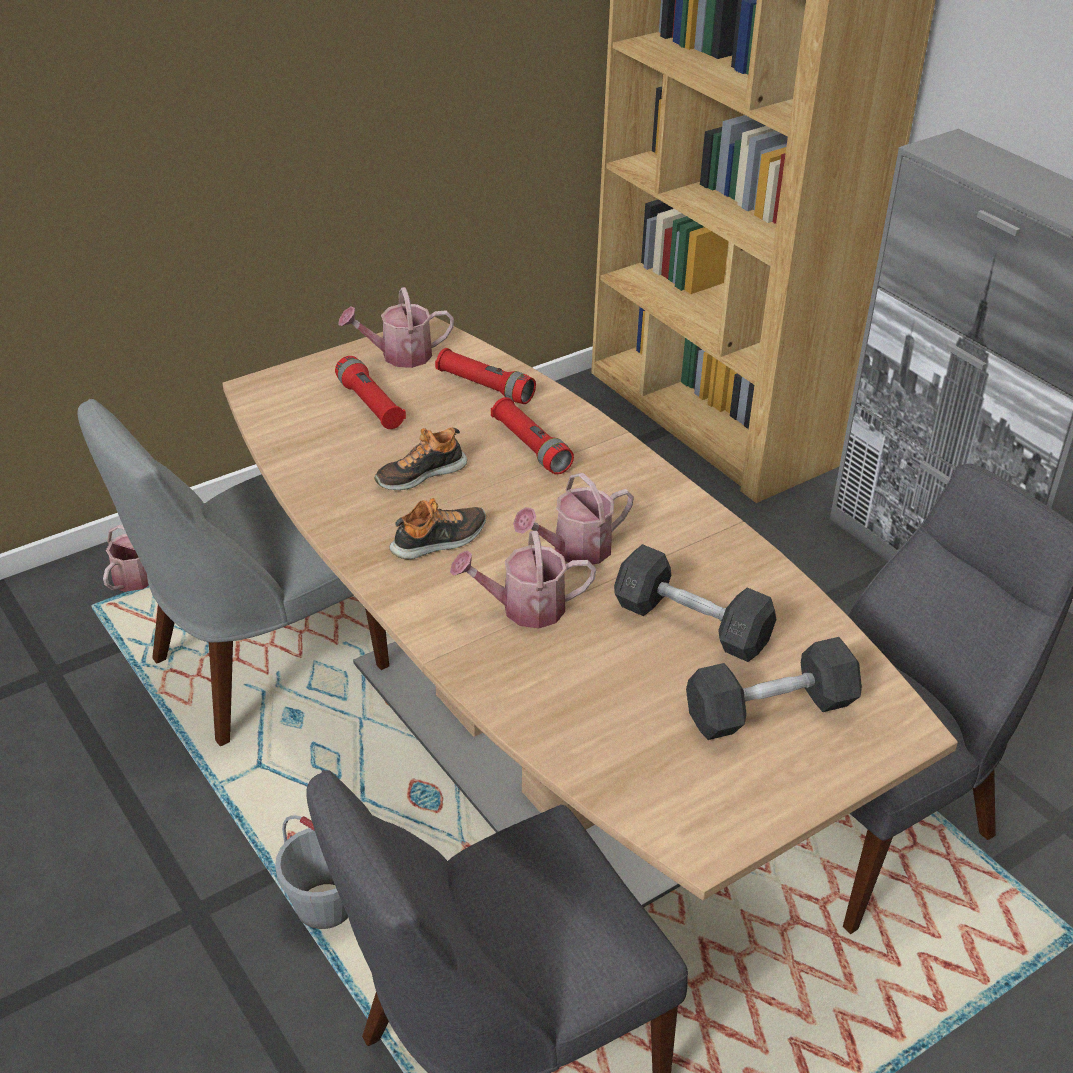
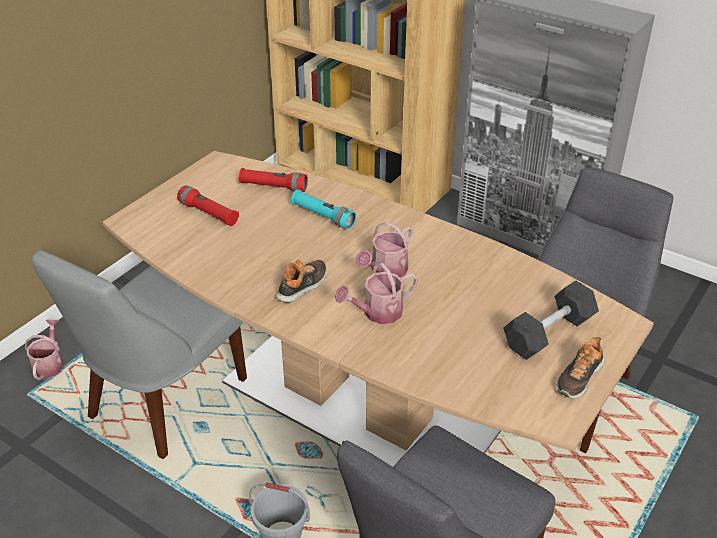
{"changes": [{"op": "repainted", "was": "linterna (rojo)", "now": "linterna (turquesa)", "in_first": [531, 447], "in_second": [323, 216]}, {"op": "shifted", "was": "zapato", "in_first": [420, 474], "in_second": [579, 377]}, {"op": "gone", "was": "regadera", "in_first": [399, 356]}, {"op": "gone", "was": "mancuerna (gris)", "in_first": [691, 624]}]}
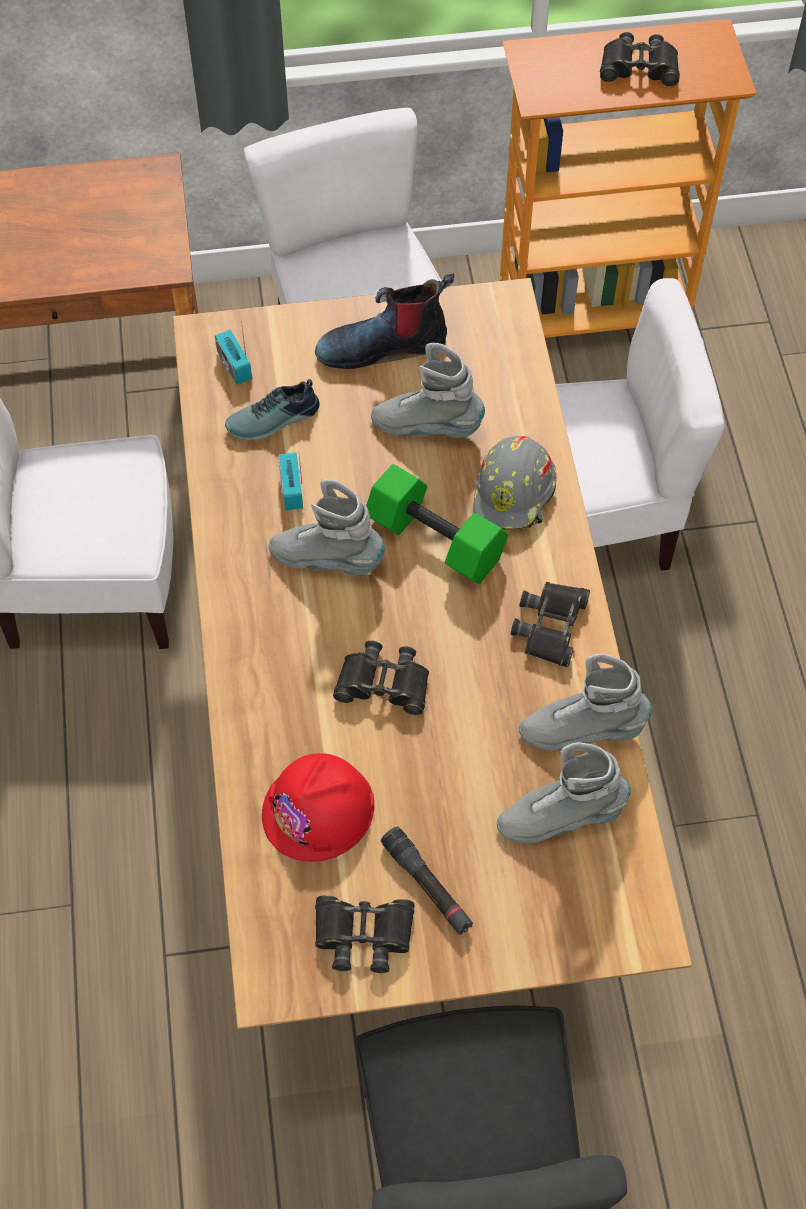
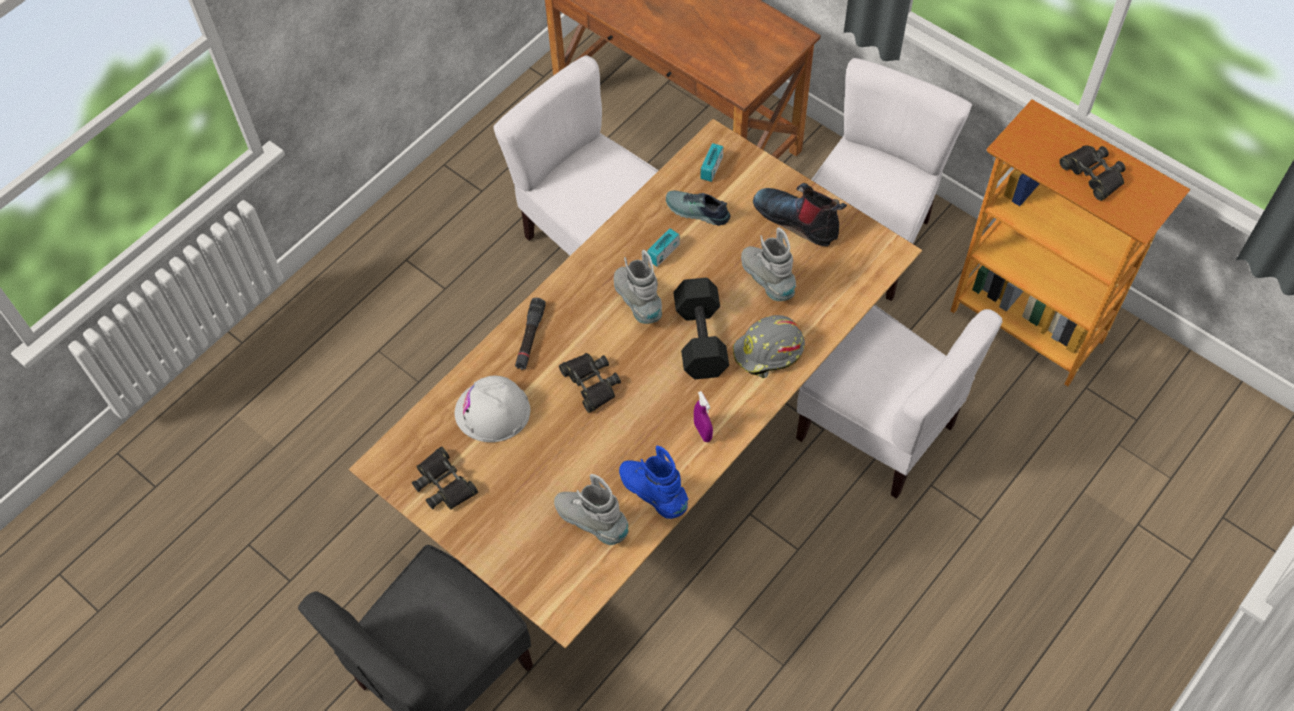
{"changes": [{"op": "repainted", "was": "casco (rojo)", "now": "casco (blanco)", "in_first": [319, 810], "in_second": [492, 411]}, {"op": "shifted", "was": "linterna (negro)", "in_first": [427, 885], "in_second": [530, 337]}, {"op": "repainted", "was": "bota (gris)", "now": "bota (azul)", "in_first": [582, 730], "in_second": [653, 493]}, {"op": "repainted", "was": "mancuerna (verde)", "now": "mancuerna (negro)", "in_first": [433, 541], "in_second": [699, 338]}, {"op": "swapped", "was": "prismáticos (negro)", "now": "pulverizador (morado)", "in_first": [551, 626], "in_second": [702, 432]}]}
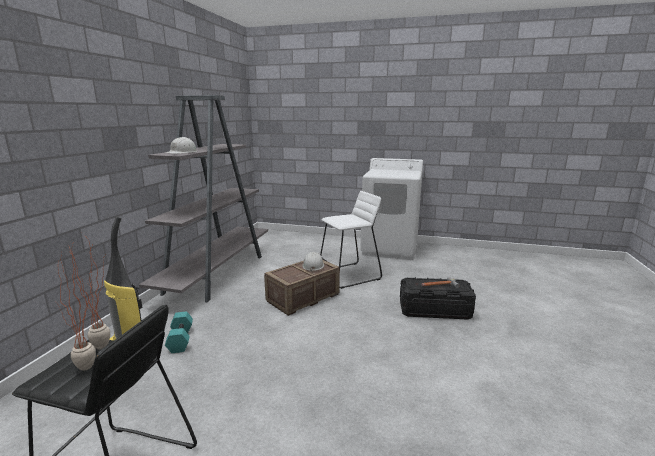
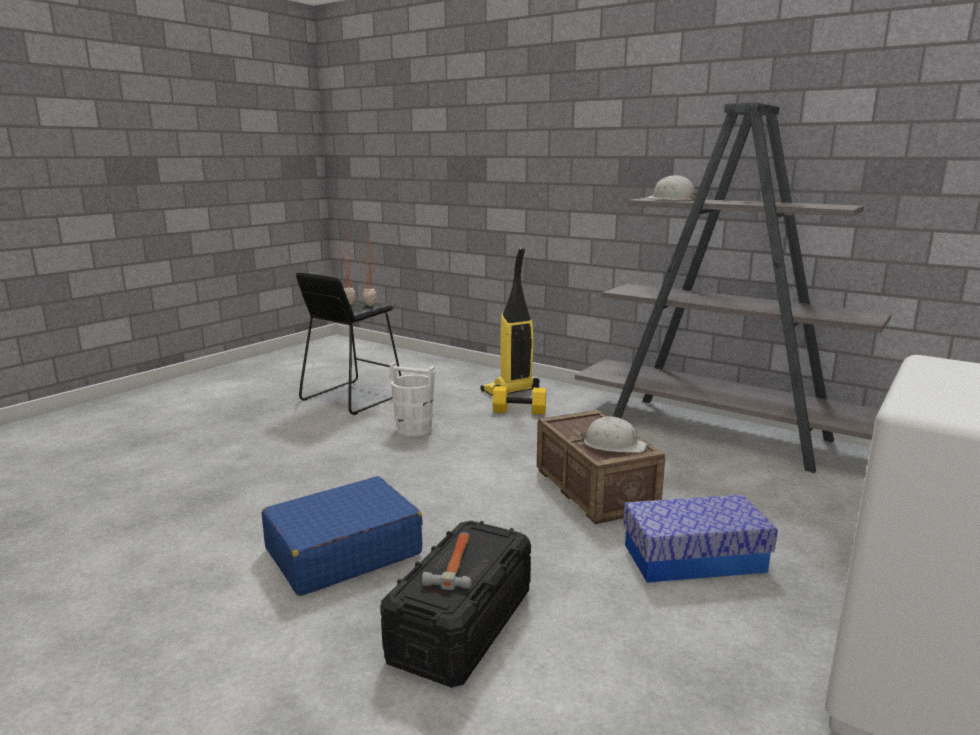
{"changes": [{"op": "new", "now": "maleta (azul)", "in_second": [342, 551]}, {"op": "new", "now": "cubo (blanco)", "in_second": [414, 429]}, {"op": "repainted", "was": "mancuerna (turquesa)", "now": "mancuerna (amarillo)", "in_first": [180, 339], "in_second": [520, 410]}, {"op": "swapped", "was": "taburete (blanco)", "now": "caja de almacenaje", "in_first": [349, 275], "in_second": [693, 558]}]}
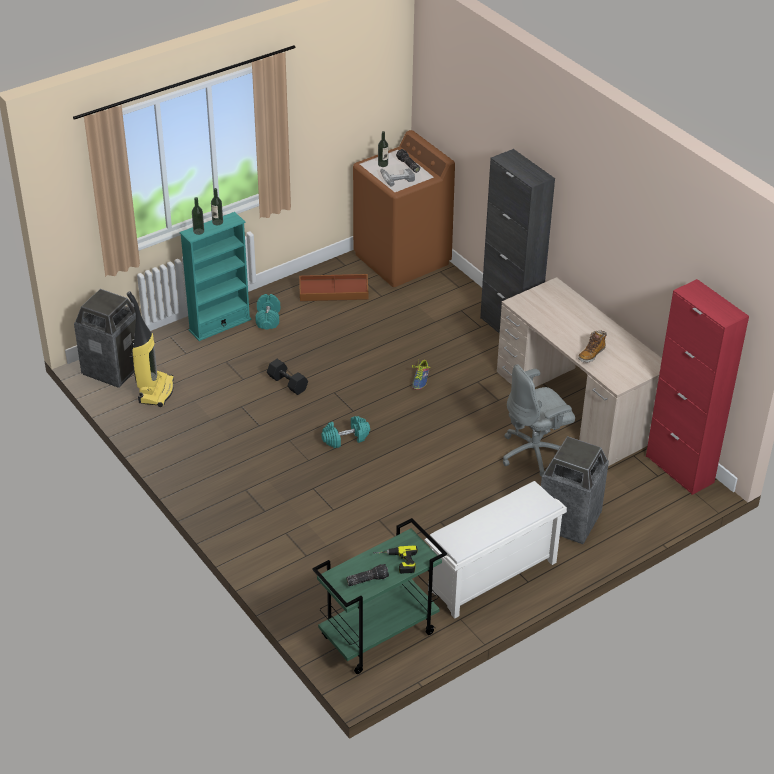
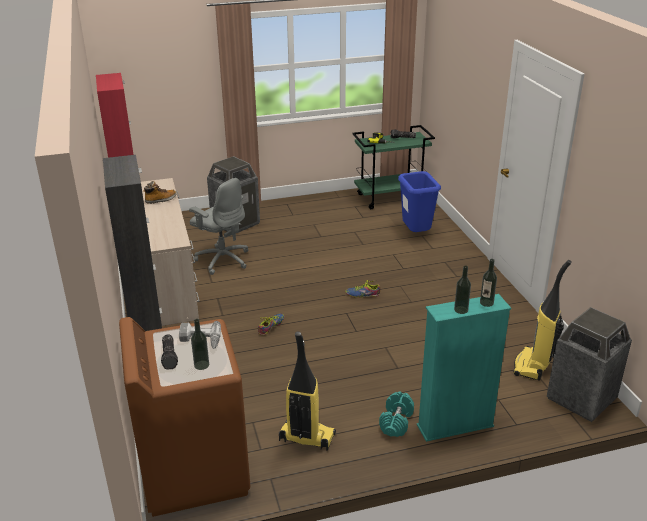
{"changes": [{"op": "rotated", "was": "silla de oficina (gris)", "in_first": [535, 453], "in_second": [222, 259], "clockwise": 45}, {"op": "swapped", "was": "caja de almacenaje (marrón)", "now": "aspiradora", "in_first": [333, 294], "in_second": [306, 438]}, {"op": "swapped", "was": "mancuerna (turquesa)", "now": "zapato", "in_first": [345, 438], "in_second": [363, 294]}, {"op": "new", "now": "papelera (azul)", "in_second": [416, 234]}, {"op": "gone", "was": "mancuerna (negro)", "in_first": [286, 383]}, {"op": "gone", "was": "zapatero (blanco)", "in_first": [492, 577]}]}
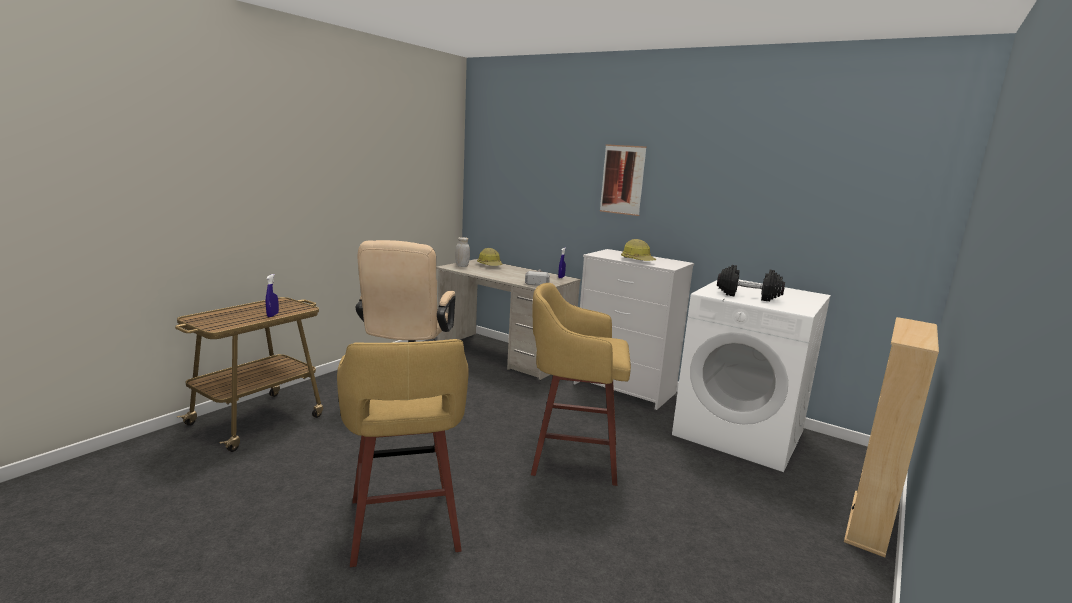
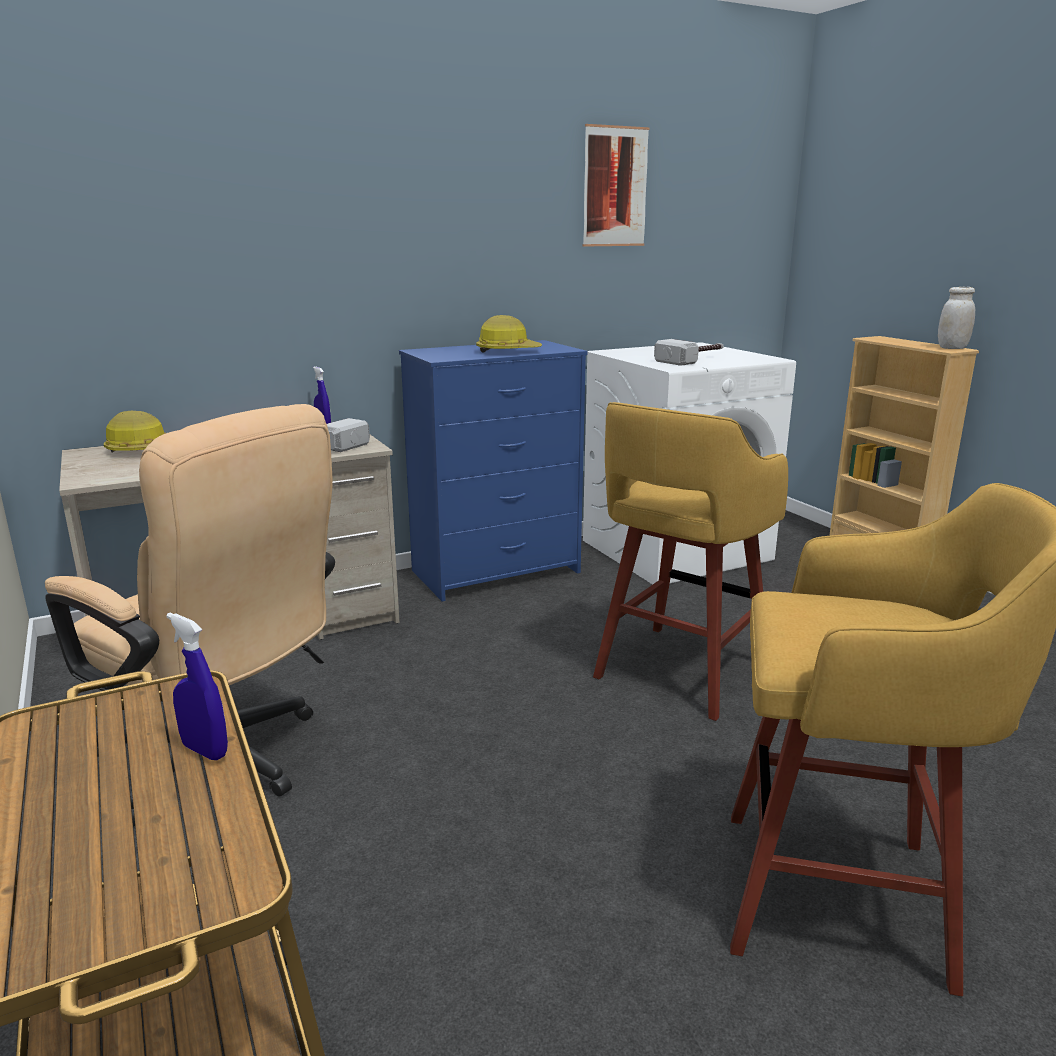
{"changes": [{"op": "repainted", "was": "cómoda (blanco)", "now": "cómoda (azul)", "in_first": [625, 388], "in_second": [497, 571]}, {"op": "shifted", "was": "cuadro", "in_first": [622, 180], "in_second": [615, 187]}, {"op": "swapped", "was": "mancuerna (negro)", "now": "martillo", "in_first": [748, 295], "in_second": [694, 359]}, {"op": "shifted", "was": "tarro (blanco)", "in_first": [462, 266], "in_second": [952, 348]}]}
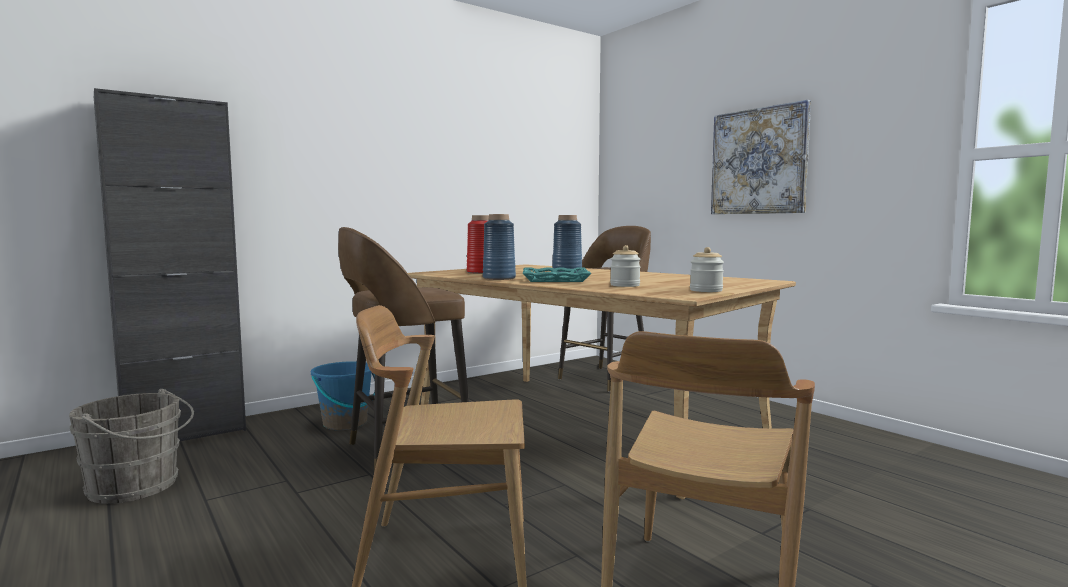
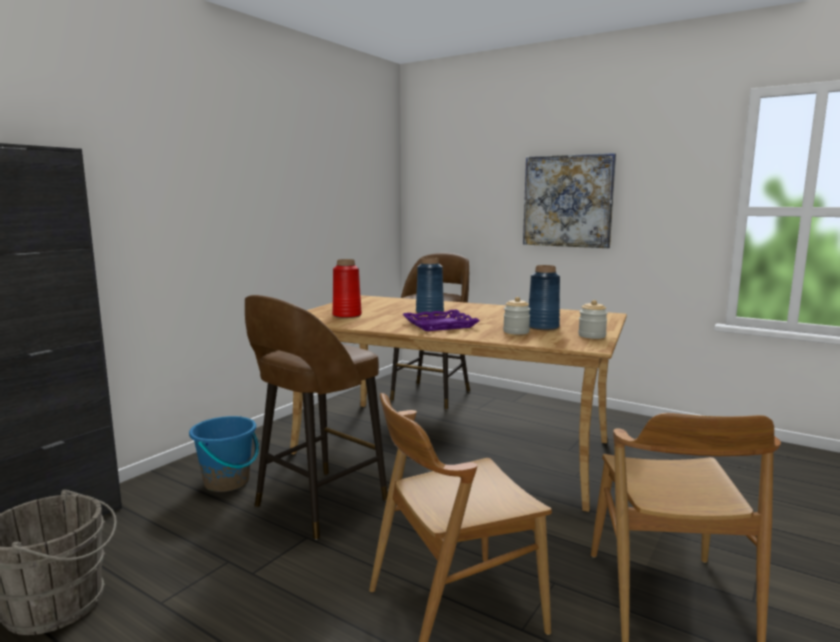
{"changes": [{"op": "repainted", "was": "bandeja (turquesa)", "now": "bandeja (morado)", "in_first": [555, 279], "in_second": [439, 325]}, {"op": "shifted", "was": "florero (azul)", "in_first": [499, 278], "in_second": [543, 327]}]}
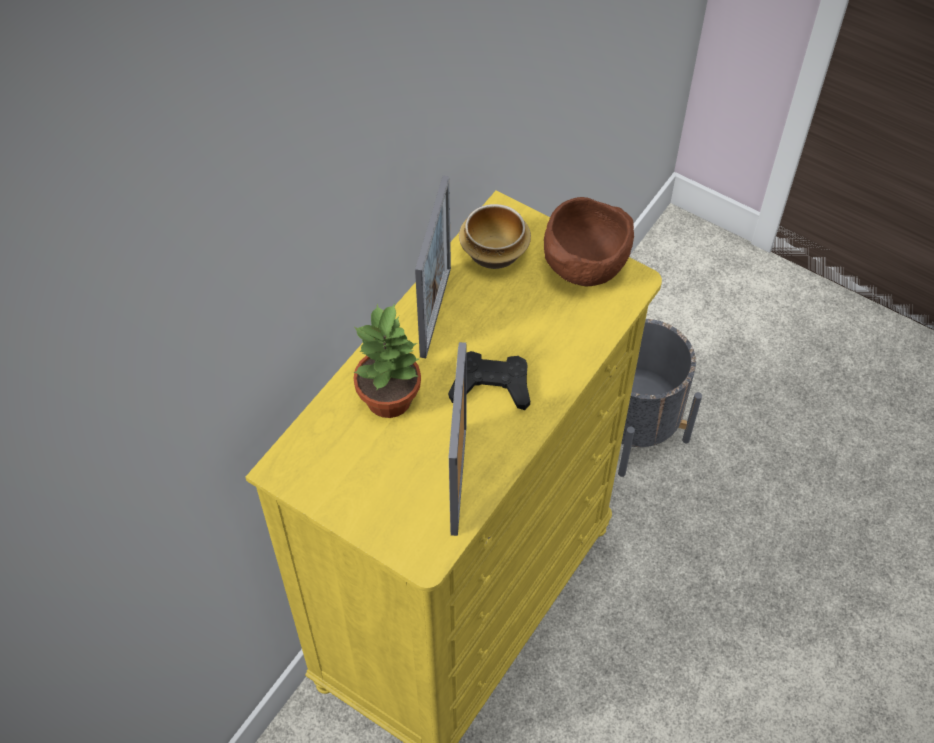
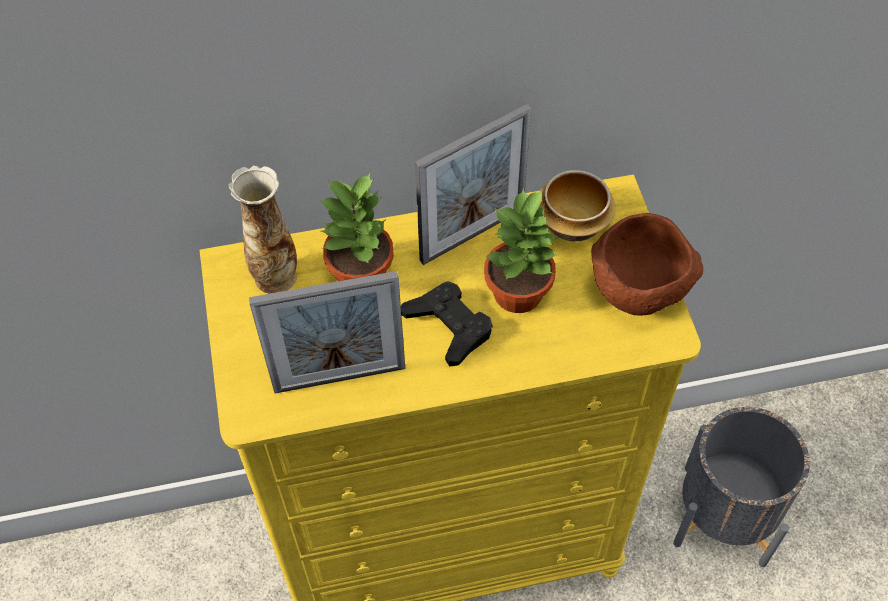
{"changes": [{"op": "new", "now": "florero", "in_second": [275, 276]}, {"op": "rotated", "was": "portarretratos", "in_first": [458, 479], "in_second": [339, 378], "clockwise": -150}, {"op": "new", "now": "planta en maceta", "in_second": [519, 293]}]}
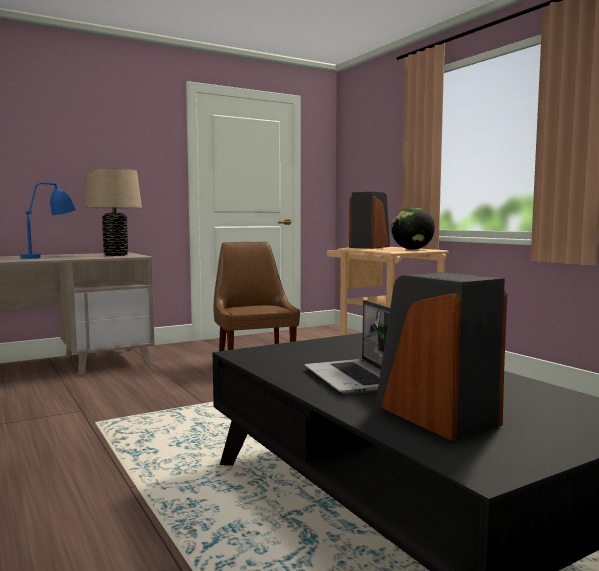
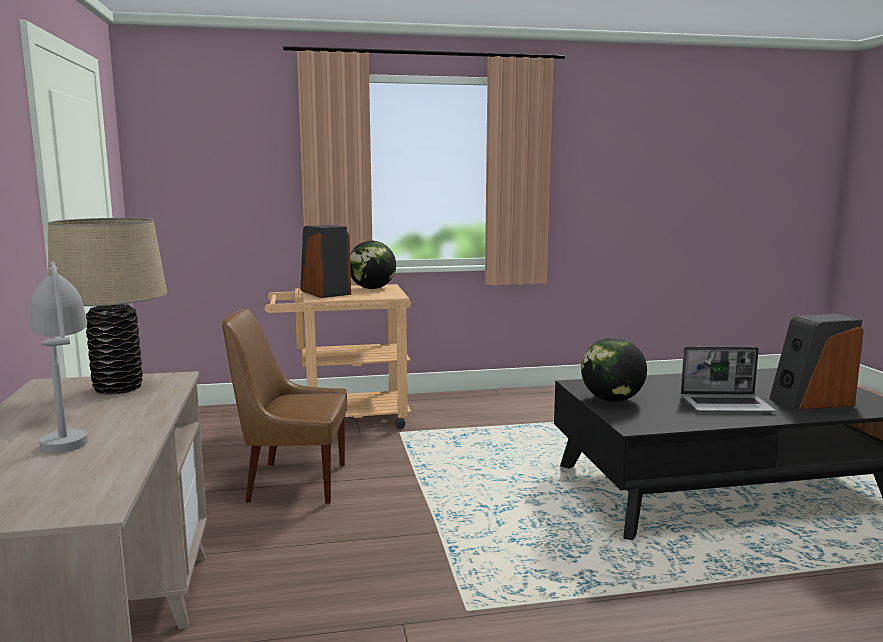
{"changes": [{"op": "repainted", "was": "lámpara de mesa (azul)", "now": "lámpara de mesa (gris)", "in_first": [51, 257], "in_second": [67, 429]}, {"op": "new", "now": "globo terráqueo", "in_second": [612, 400]}]}
